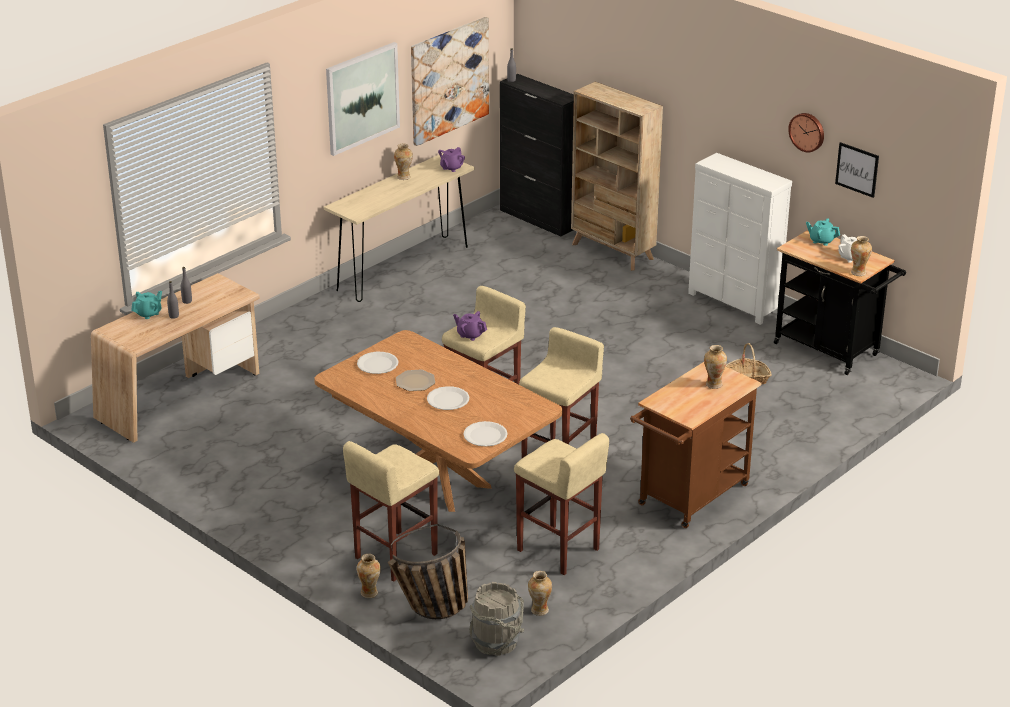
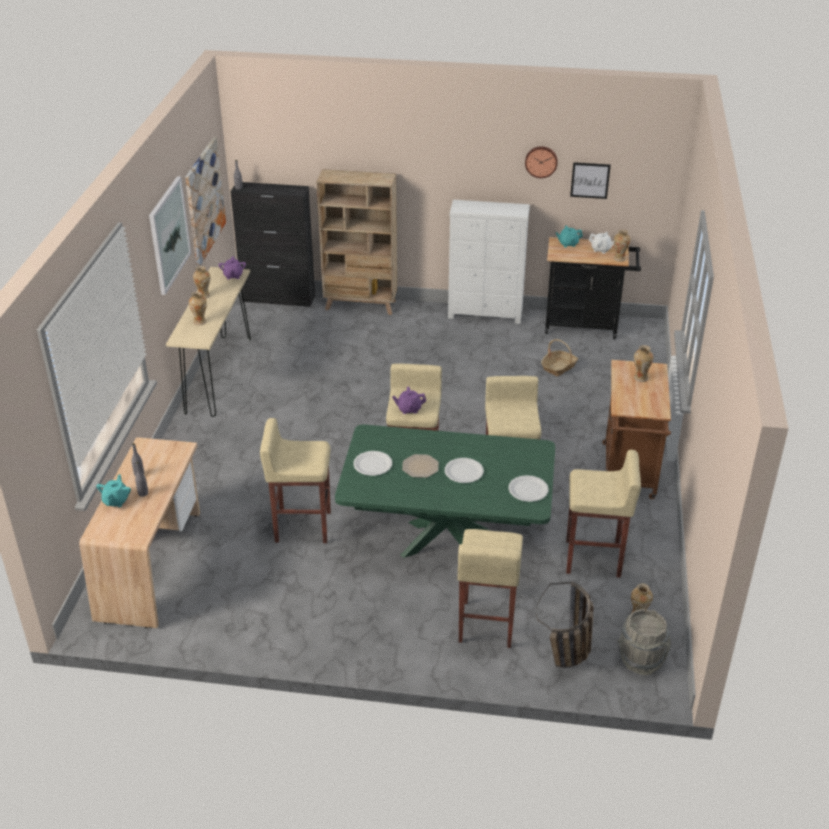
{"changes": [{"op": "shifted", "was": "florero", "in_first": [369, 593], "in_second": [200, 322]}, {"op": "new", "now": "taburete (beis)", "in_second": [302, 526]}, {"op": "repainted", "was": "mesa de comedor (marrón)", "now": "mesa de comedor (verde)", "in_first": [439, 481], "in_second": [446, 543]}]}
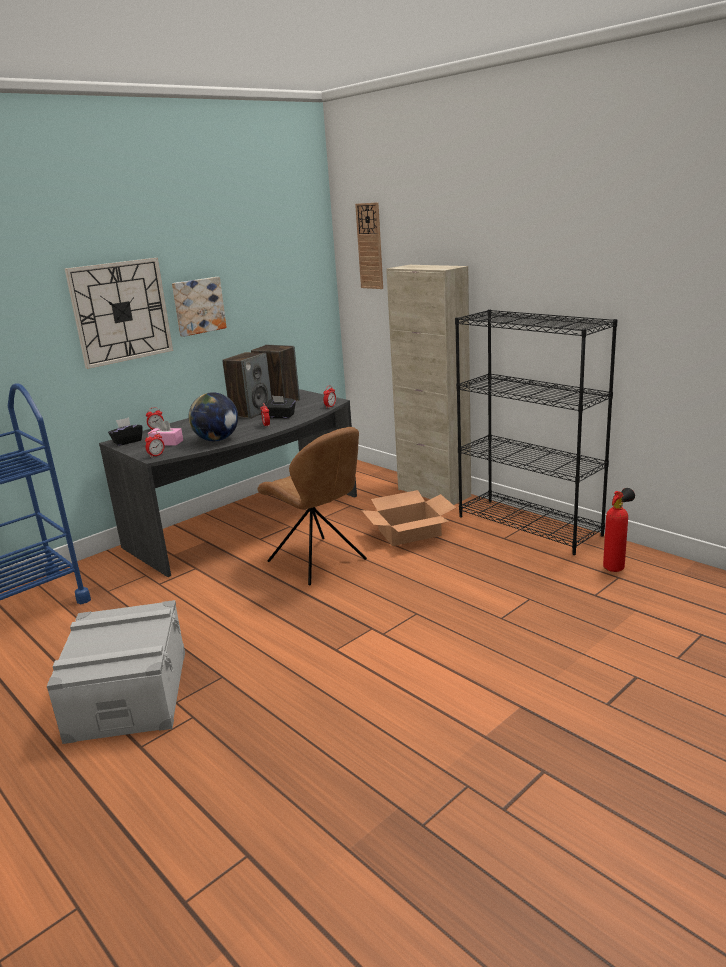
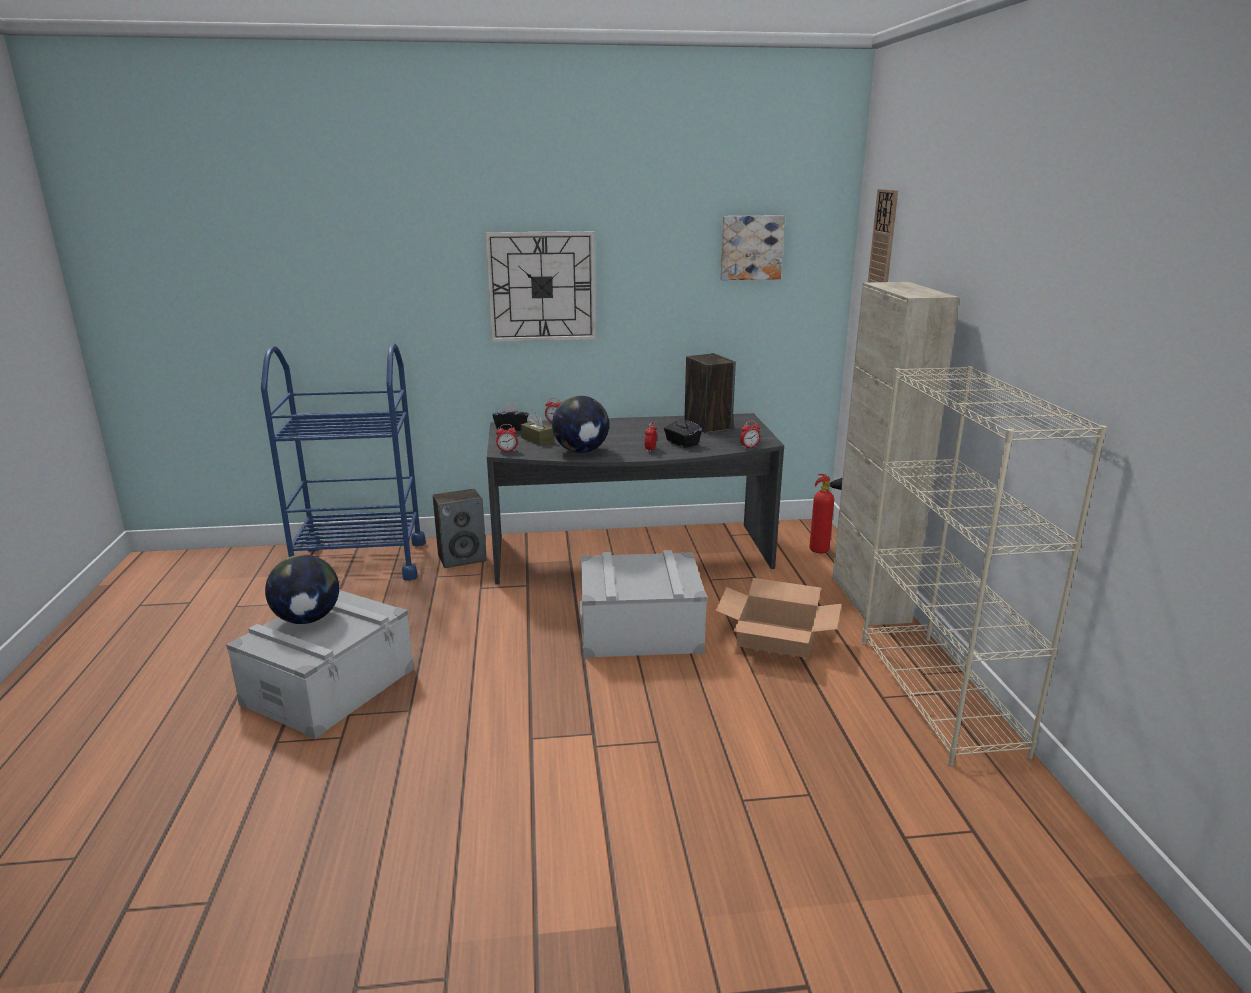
{"changes": [{"op": "new", "now": "globo terráqueo", "in_second": [307, 619]}, {"op": "shifted", "was": "altavoz", "in_first": [251, 412], "in_second": [462, 558]}, {"op": "repainted", "was": "caja de pañuelos (rosa)", "now": "caja de pañuelos (marrón)", "in_first": [166, 442], "in_second": [537, 440]}, {"op": "swapped", "was": "silla (marrón)", "now": "caja de almacenaje (gris)", "in_first": [319, 562], "in_second": [640, 630]}, {"op": "shifted", "was": "cuadro", "in_first": [198, 306], "in_second": [751, 247]}, {"op": "shifted", "was": "extintor", "in_first": [615, 567], "in_second": [823, 551]}, {"op": "repainted", "was": "estantería (negro)", "now": "estantería (beis)", "in_first": [529, 526], "in_second": [939, 696]}]}
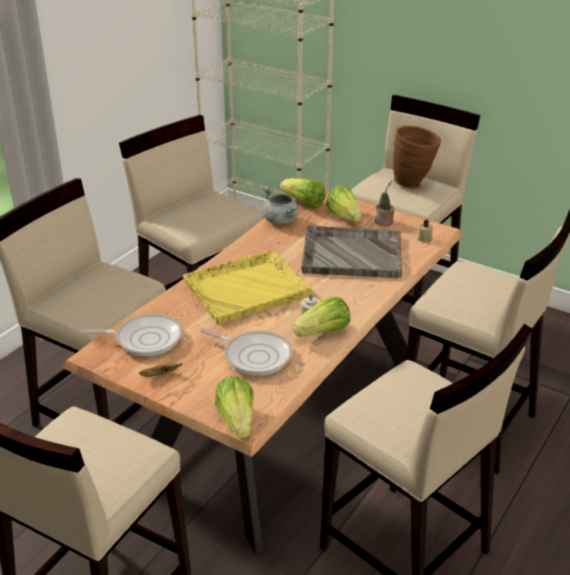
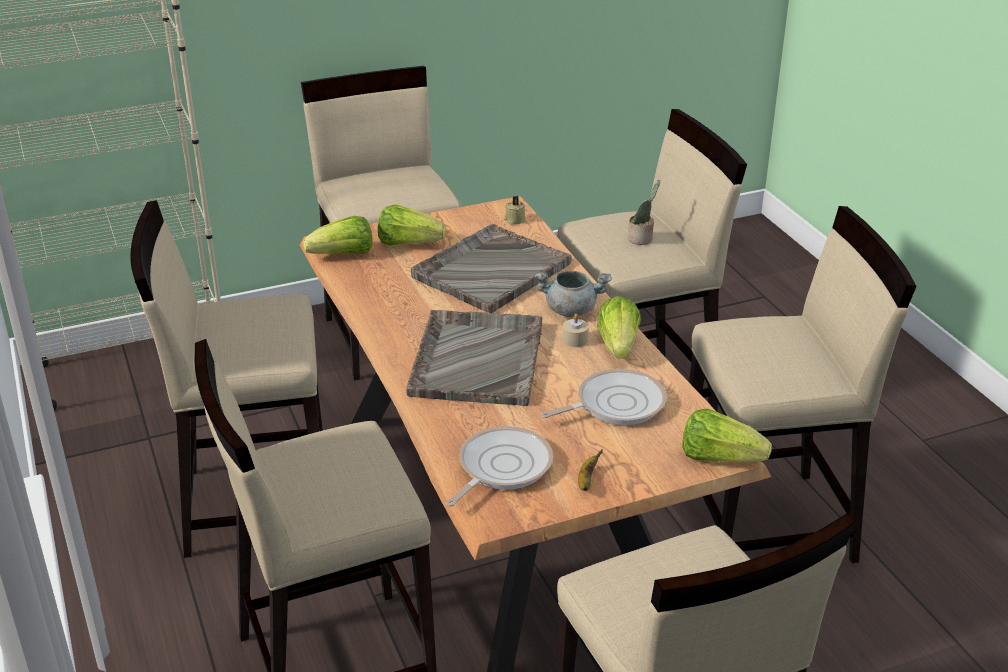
{"changes": [{"op": "repainted", "was": "bandeja (amarillo)", "now": "bandeja (gris)", "in_first": [248, 288], "in_second": [477, 359]}, {"op": "shifted", "was": "olla (gris)", "in_first": [281, 221], "in_second": [571, 309]}, {"op": "shifted", "was": "planta en maceta", "in_first": [384, 222], "in_second": [642, 239]}, {"op": "gone", "was": "florero (marrón)", "in_first": [414, 184]}]}
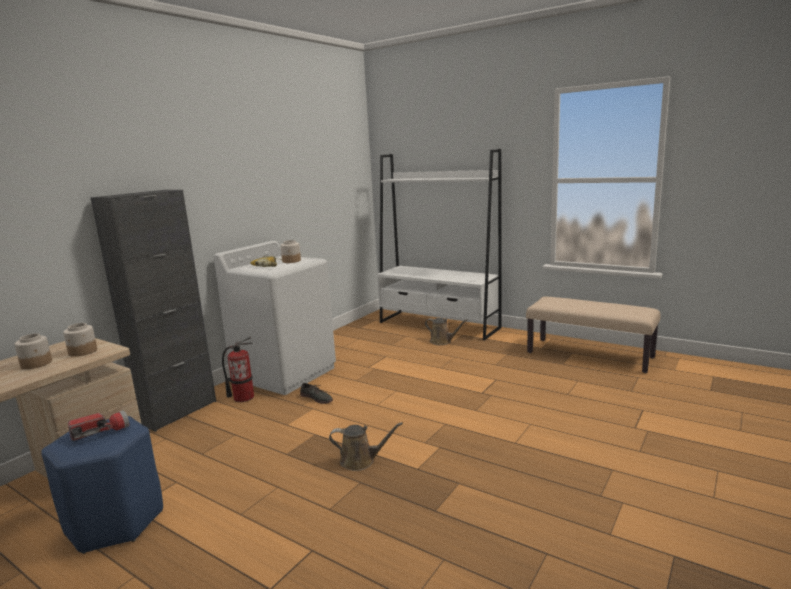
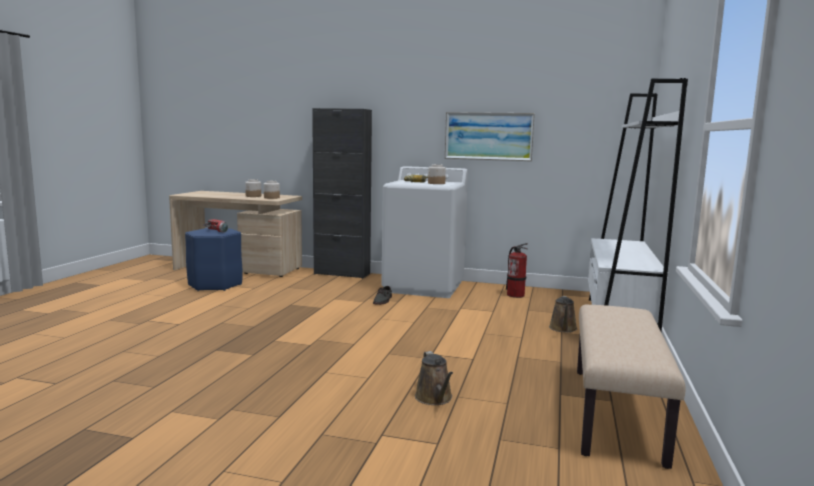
{"changes": [{"op": "shifted", "was": "regadera (marrón)", "in_first": [361, 461], "in_second": [435, 398]}, {"op": "new", "now": "cuadro", "in_second": [488, 136]}, {"op": "shifted", "was": "extintor", "in_first": [243, 397], "in_second": [515, 295]}]}
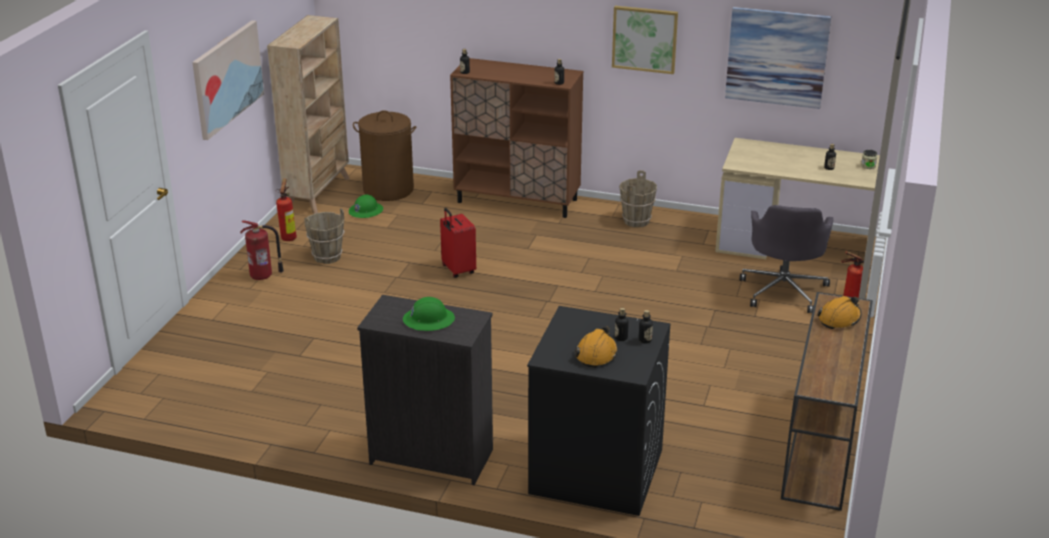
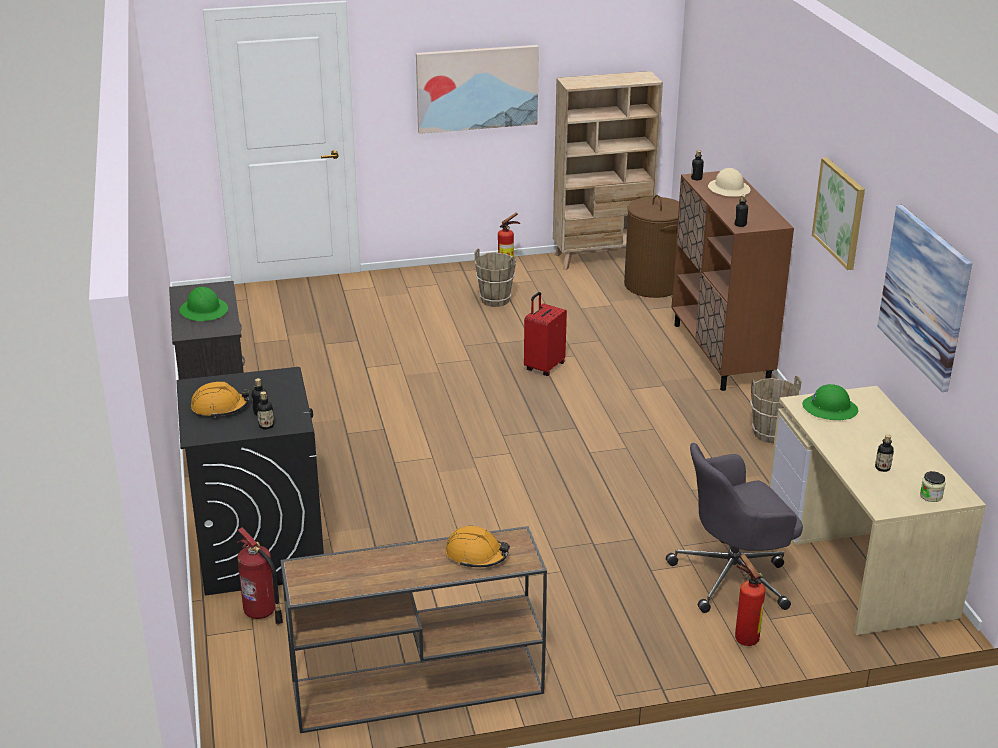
{"changes": [{"op": "shifted", "was": "extintor", "in_first": [263, 276], "in_second": [261, 613]}, {"op": "new", "now": "casco (beis)", "in_second": [729, 189]}, {"op": "shifted", "was": "casco (verde)", "in_first": [365, 211], "in_second": [829, 409]}]}
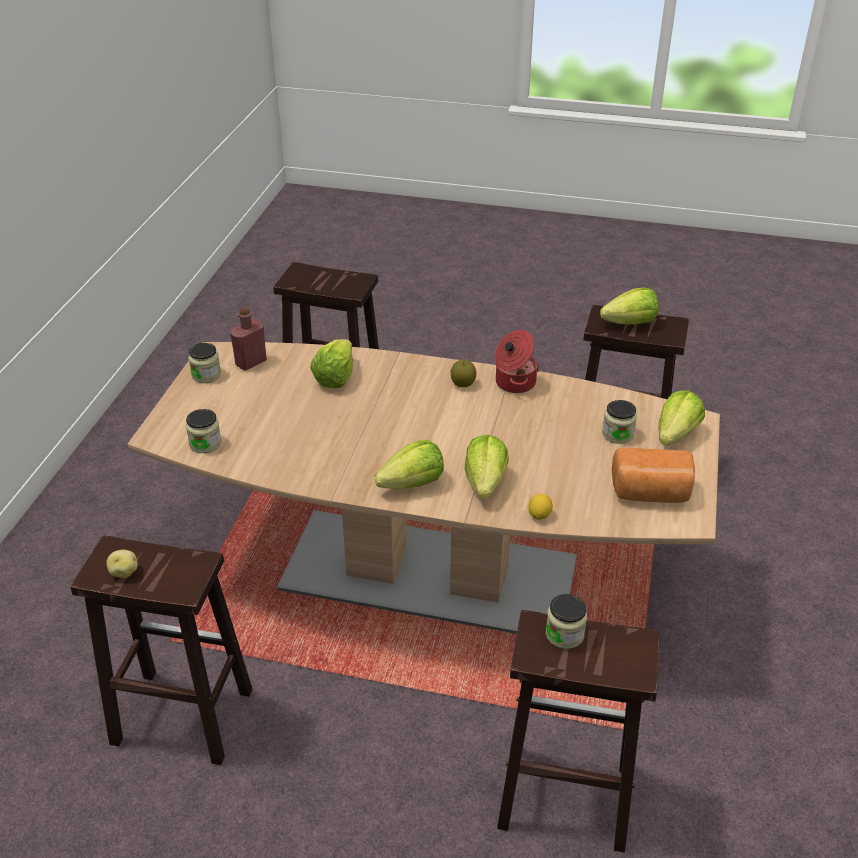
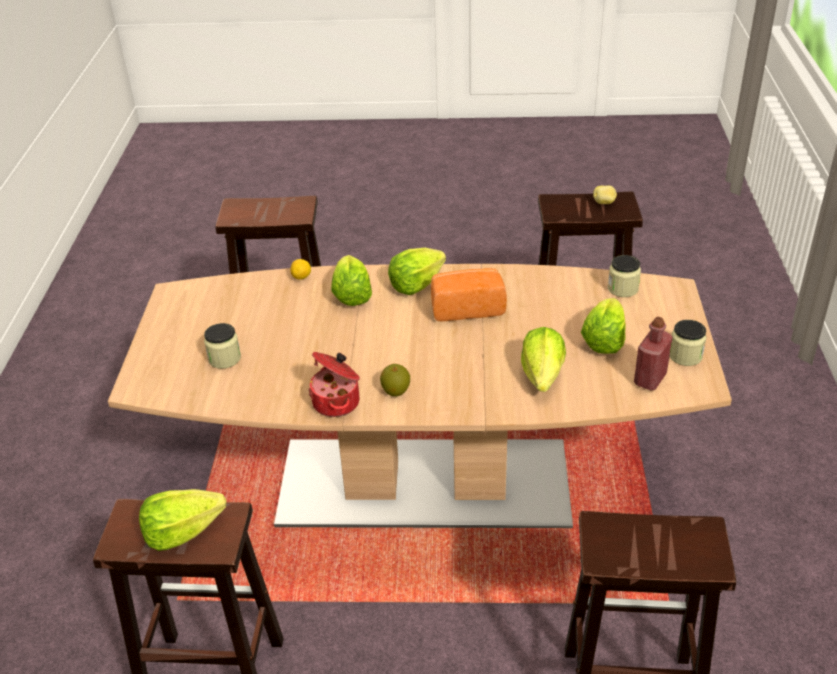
{"changes": [{"op": "shifted", "was": "pan", "in_first": [650, 493], "in_second": [466, 307]}, {"op": "shifted", "was": "lechuga", "in_first": [676, 435], "in_second": [604, 341]}, {"op": "gone", "was": "tarro", "in_first": [564, 634]}]}
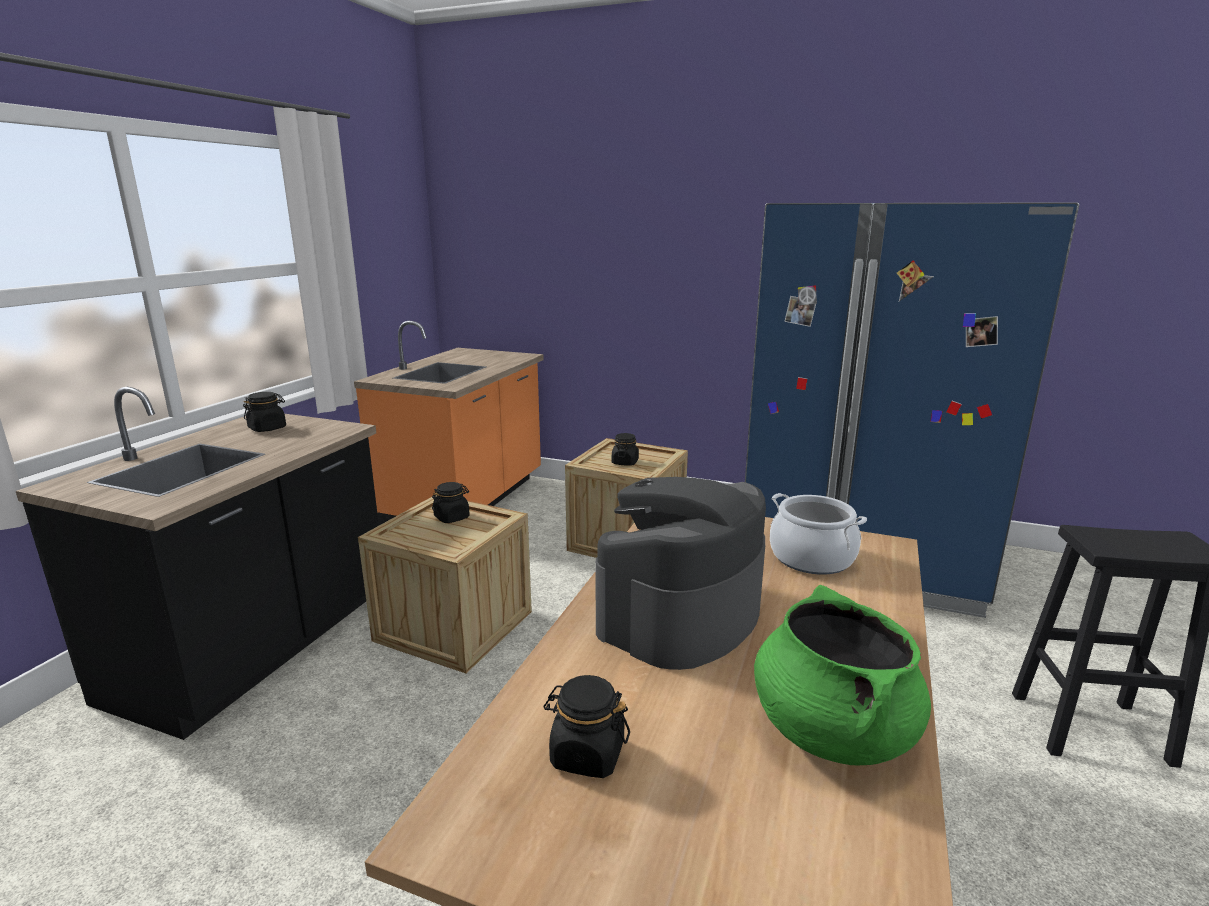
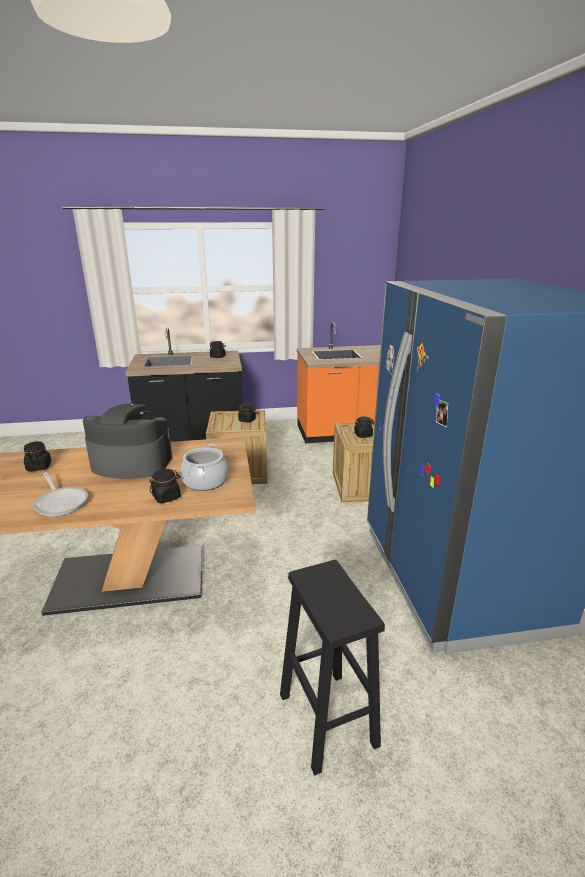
{"changes": [{"op": "swapped", "was": "olla (verde)", "now": "sartén", "in_first": [831, 730], "in_second": [61, 502]}, {"op": "new", "now": "tarro (negro)", "in_second": [167, 497]}]}
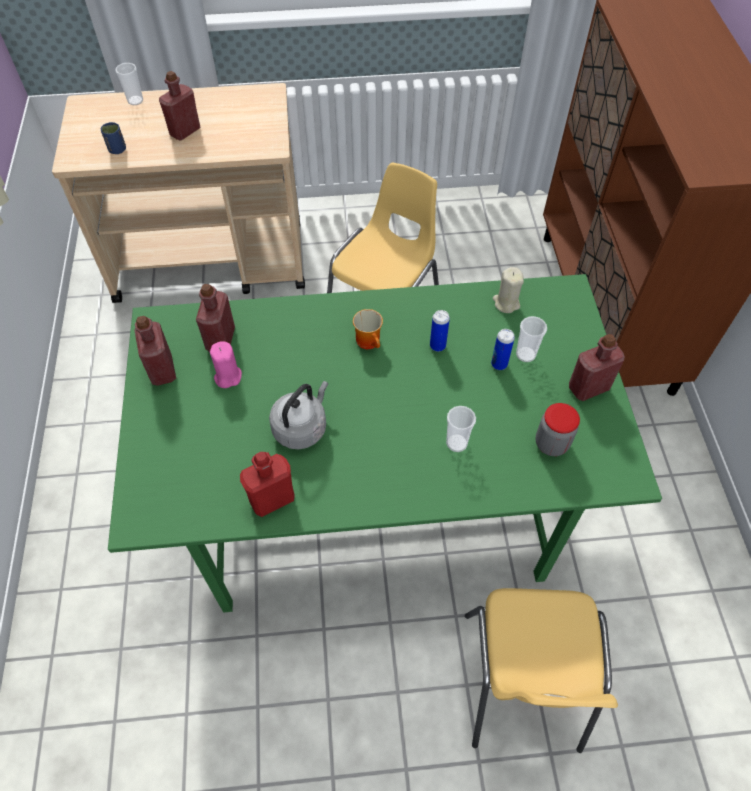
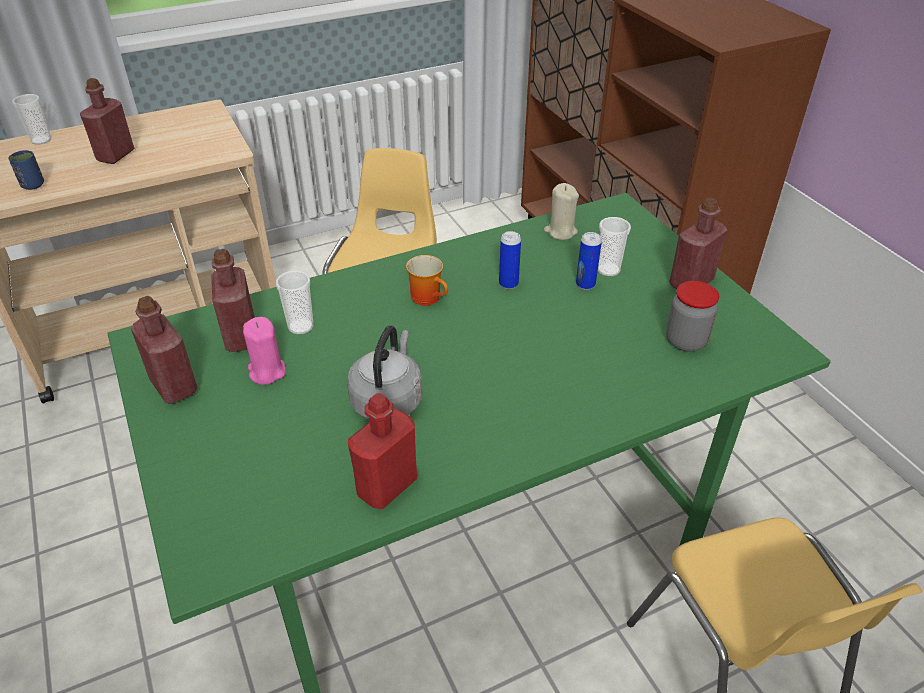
{"changes": [{"op": "shifted", "was": "taza", "in_first": [456, 443], "in_second": [301, 326]}]}
